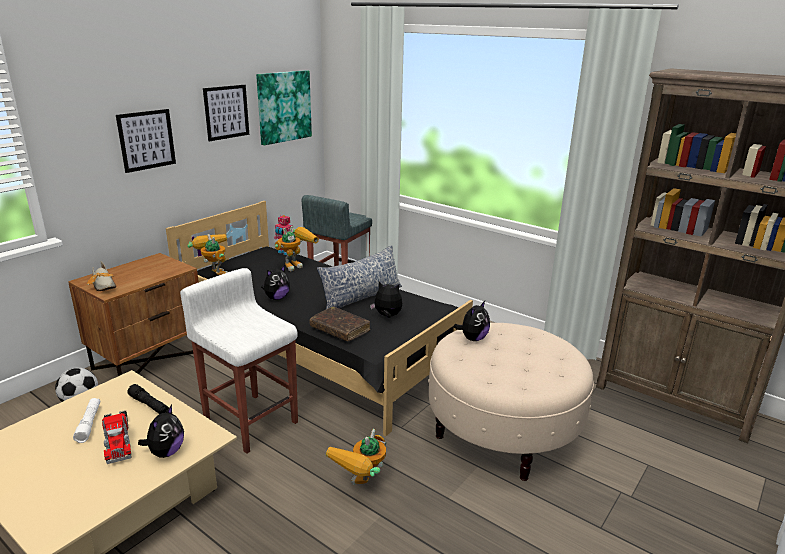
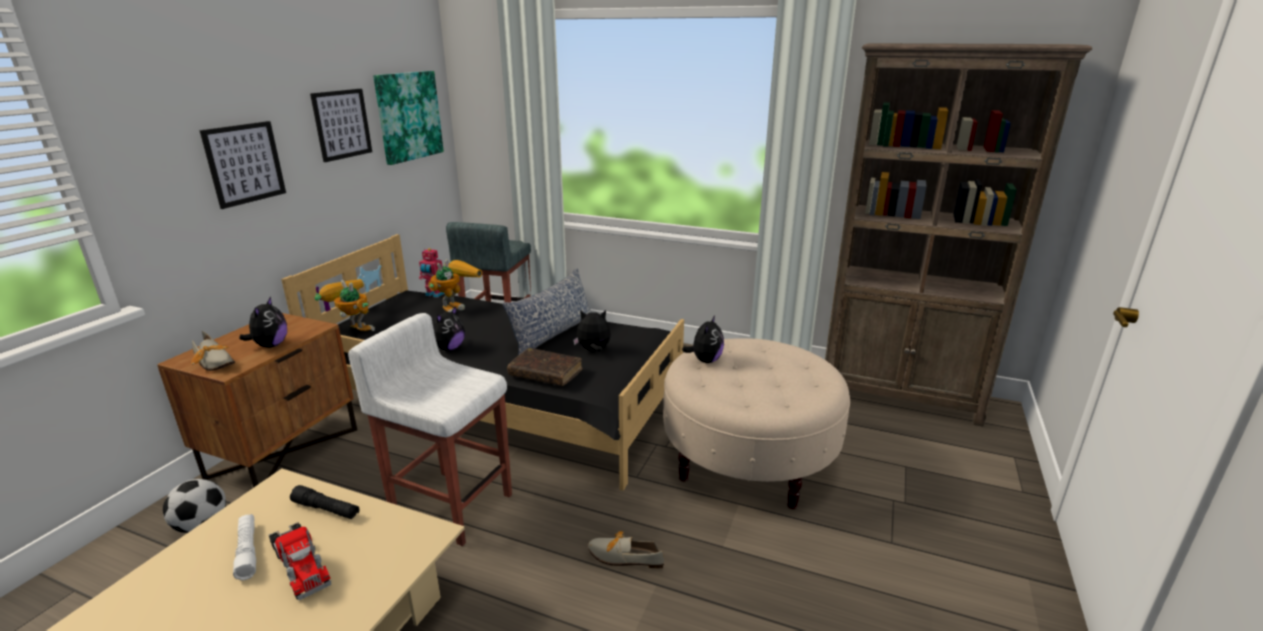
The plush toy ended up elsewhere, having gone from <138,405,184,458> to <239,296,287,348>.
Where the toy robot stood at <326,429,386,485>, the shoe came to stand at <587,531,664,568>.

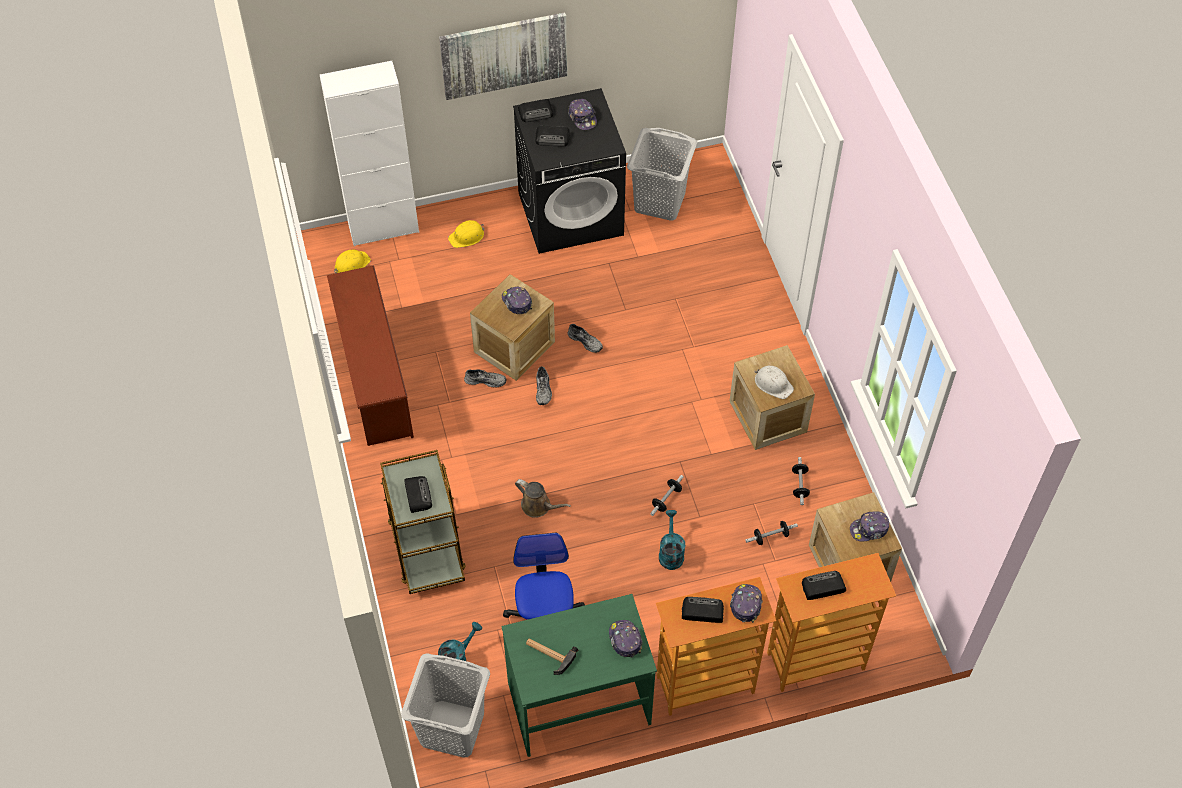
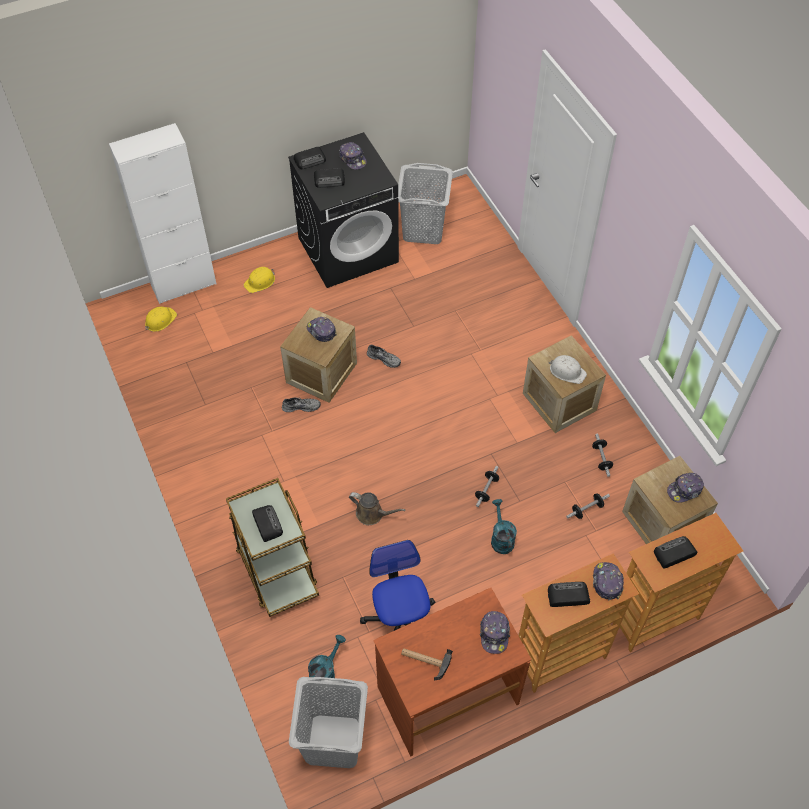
The second view lost the picture at <439,12,567,100>.
The second view lost the shoe rack/brown at <327,265,414,446>.
The second view lost the shoe/grey at <536,366,552,405>.
What was the desk/green at <501,594,657,757> turned into the desk/brown at <373,588,532,756>.
The cap at <609,620,643,658> ended up facing another way, 150 degrees counterclockwise from before.

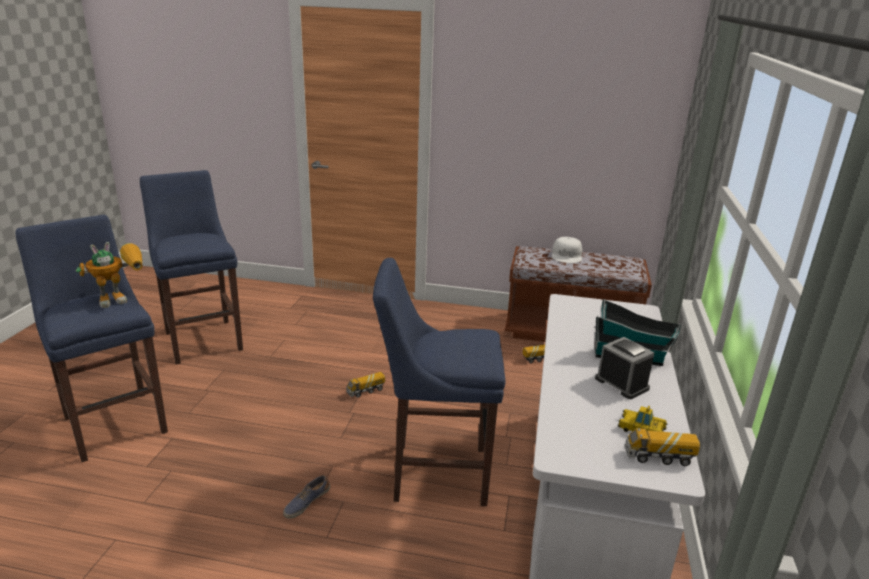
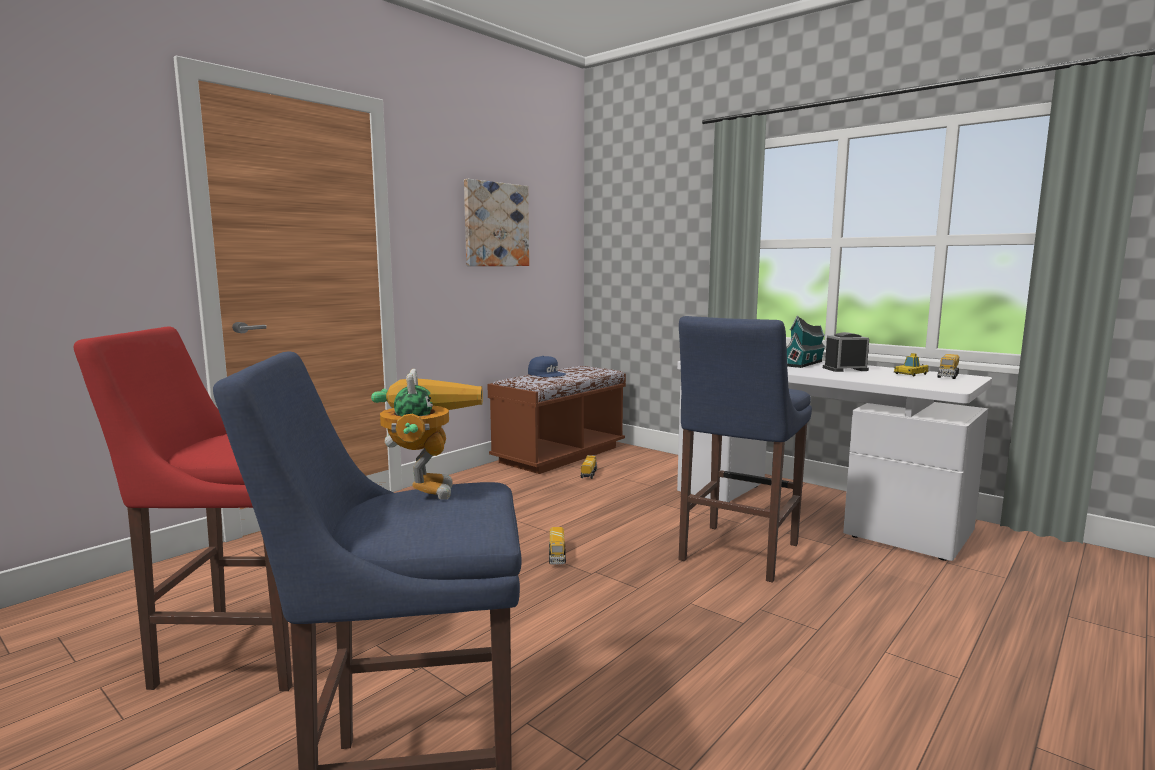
What was the stool/blue at <140,170,243,365> turned into the stool/red at <73,327,336,691>.
What was the cap/white at <552,237,582,263> turned into the cap/blue at <528,356,566,377>.
The second view lost the shoe at <283,475,330,519>.
The second view gained the picture at <464,179,529,266>.

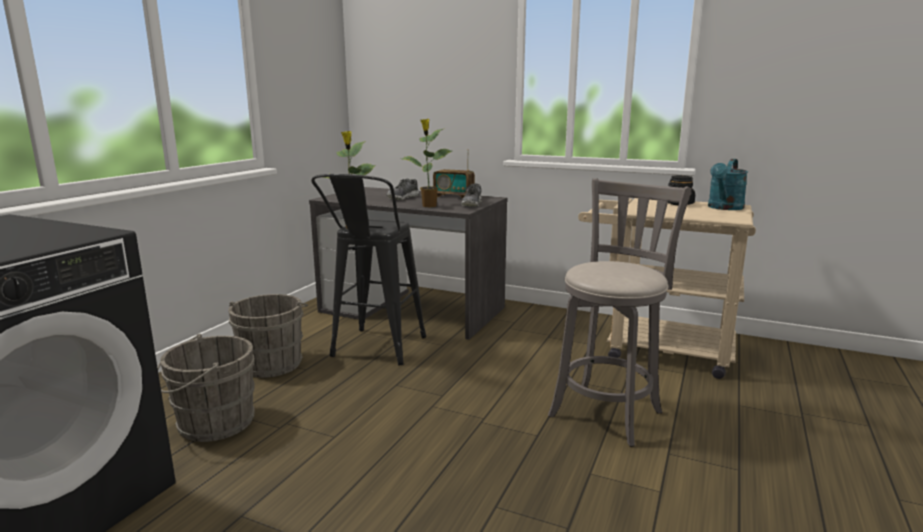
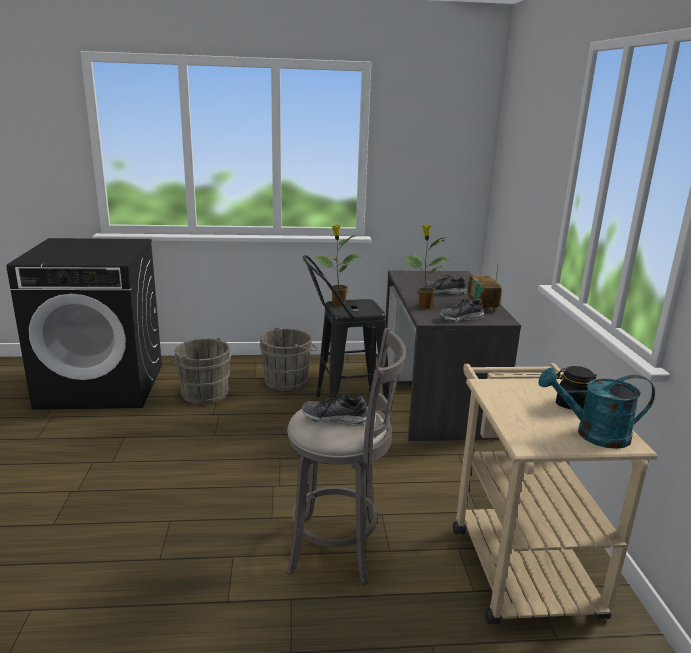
The second view gained the shoe at <302,394,367,425>.

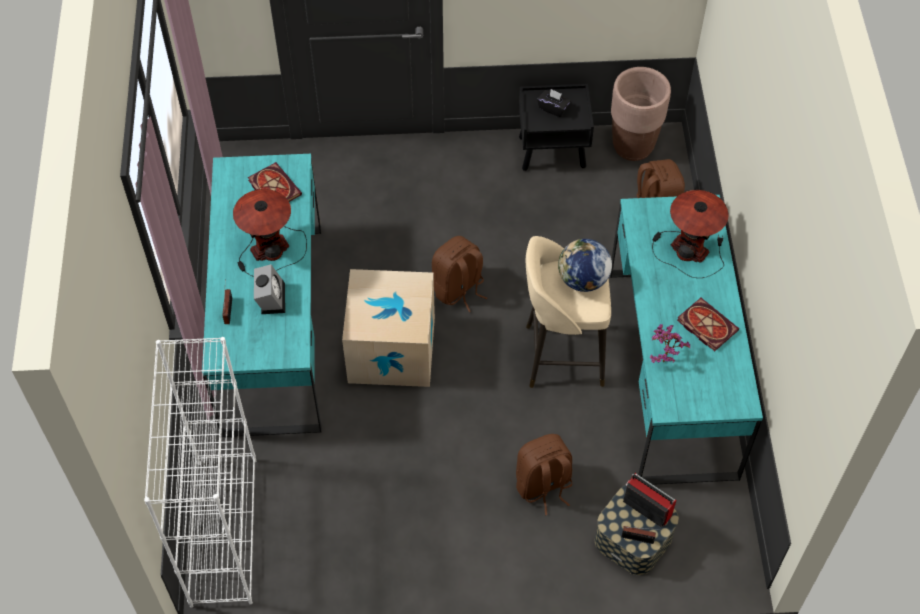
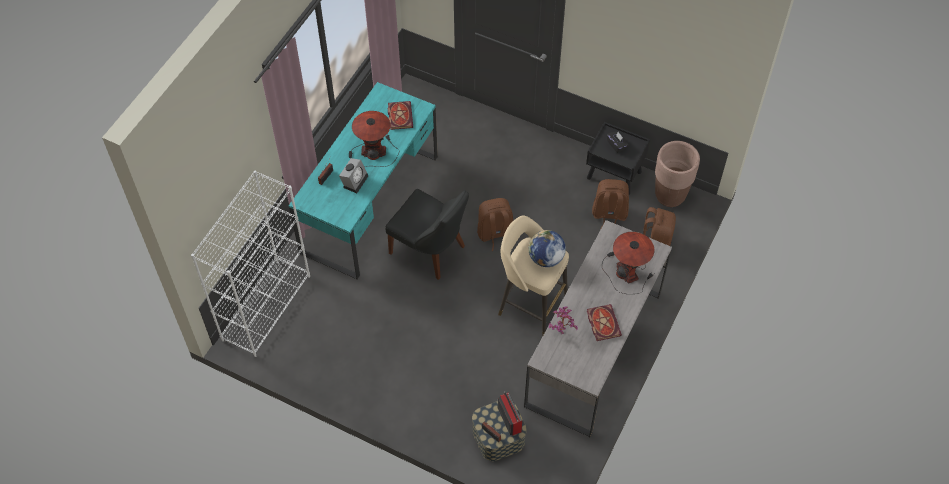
What was the desk/turquoise at <610,195,763,485> turned into the desk/grey at <524,220,672,437>.
Where the cardboard box stood at <342,269,435,387>, the chair/black came to stand at <386,189,469,280>.
The backpack/brown ended up elsewhere, having gone from <516,434,572,516> to <592,179,629,230>.

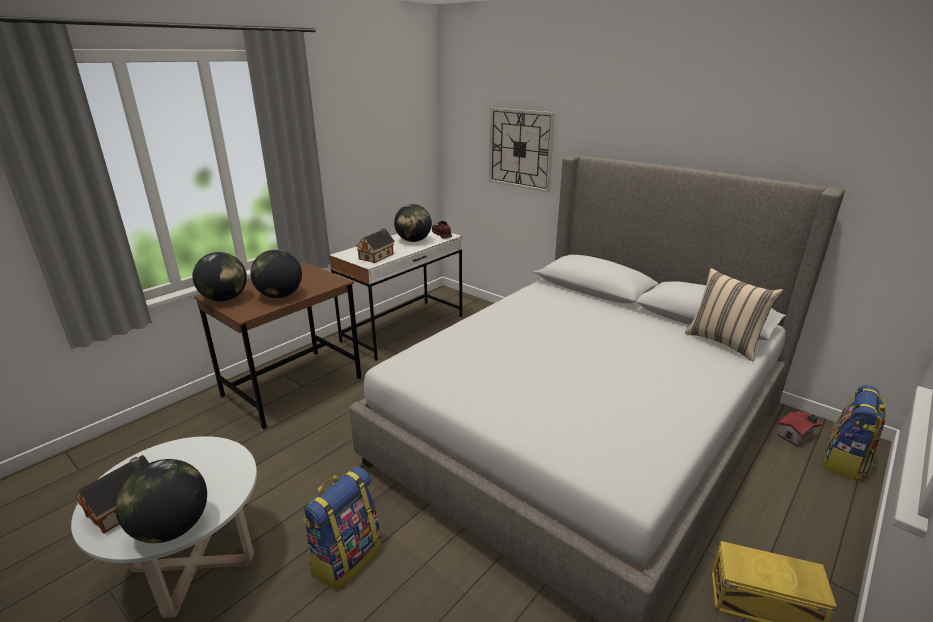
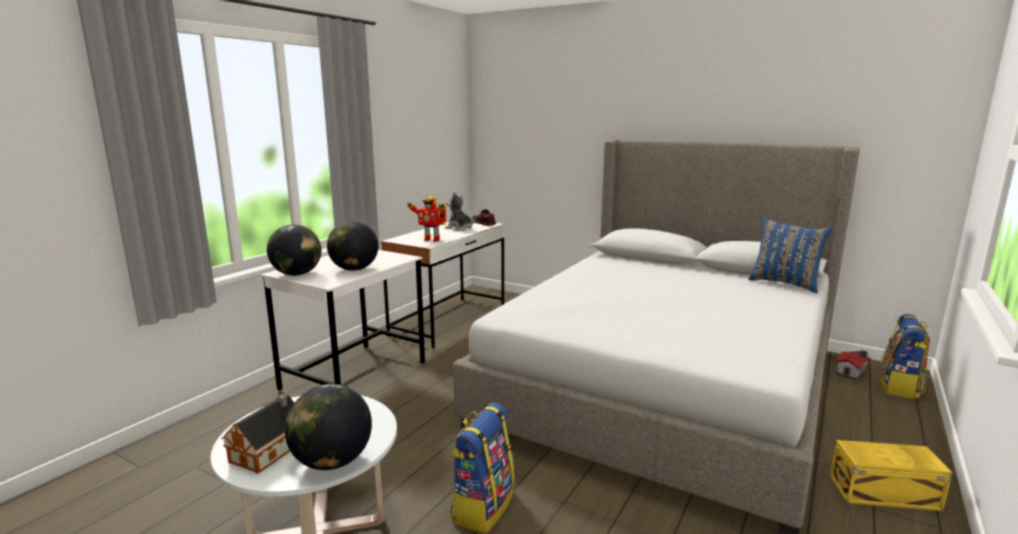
The second view lost the wall clock at <489,108,555,192>.
Where the globe stood at <394,204,432,242>, the plush toy came to stand at <445,192,476,231>.
Where the toy house stood at <356,228,395,263>, the toy robot came to stand at <407,197,447,242>.
What was the desk/brown at <194,262,361,430> turned into the desk/white at <260,250,425,390>.
What was the pillow/beige at <685,268,783,361> turned into the pillow/blue at <748,218,833,293>.

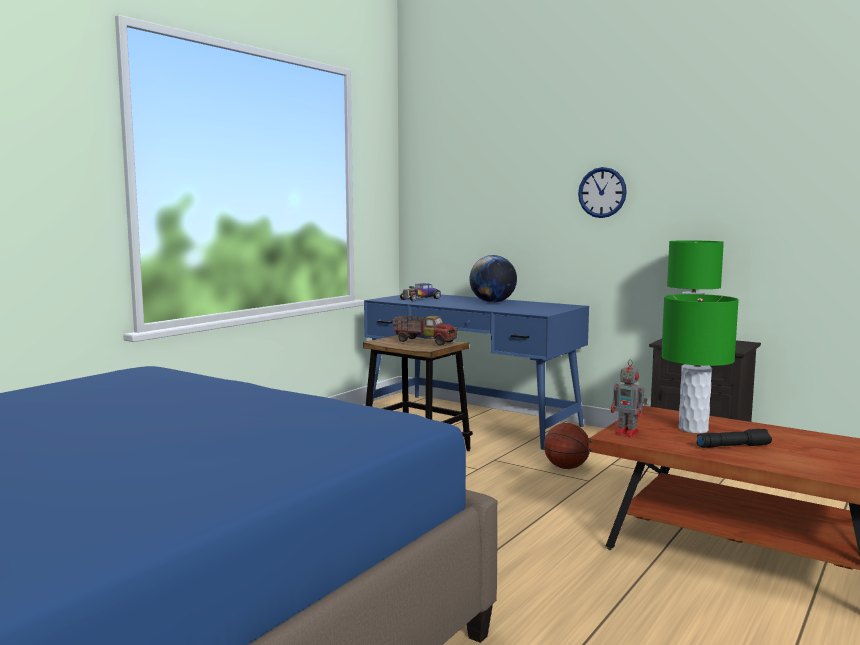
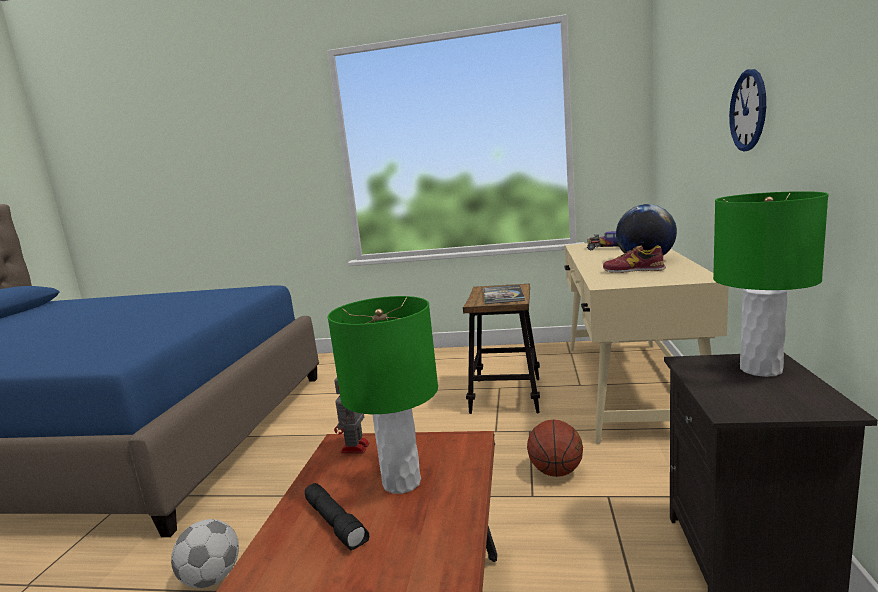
What was the desk/blue at <364,295,589,450> turned into the desk/beige at <564,243,728,444>.
Where the toy truck stood at <392,316,458,346>, the book came to stand at <483,285,525,304>.
The second view gained the shoe at <603,245,666,273>.
The second view gained the football at <171,519,239,588>.

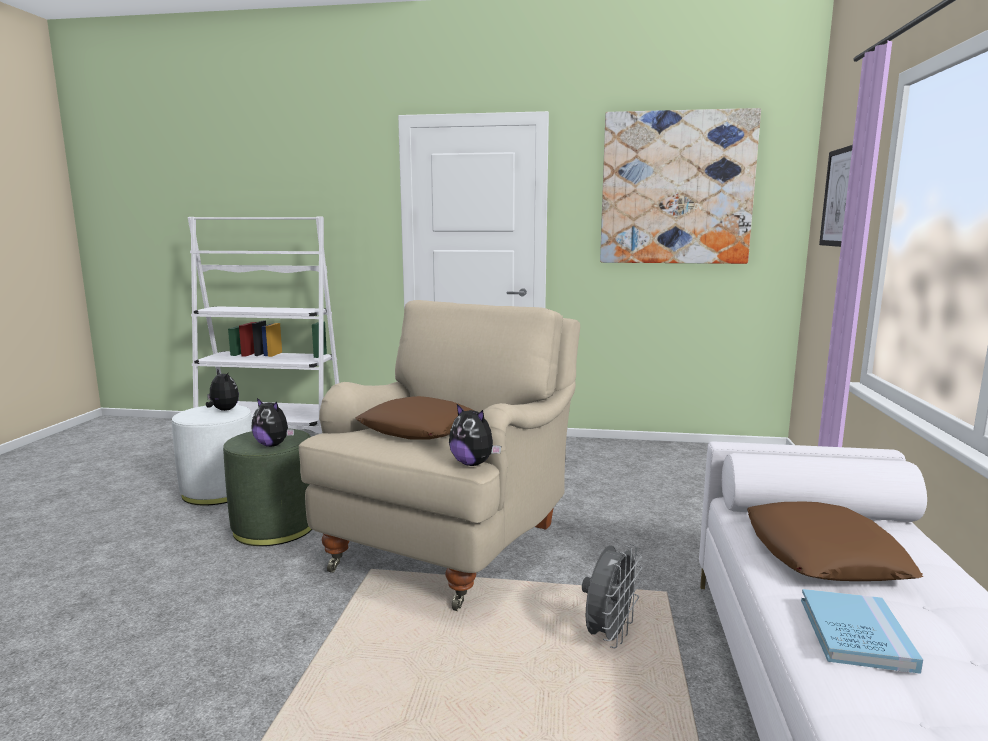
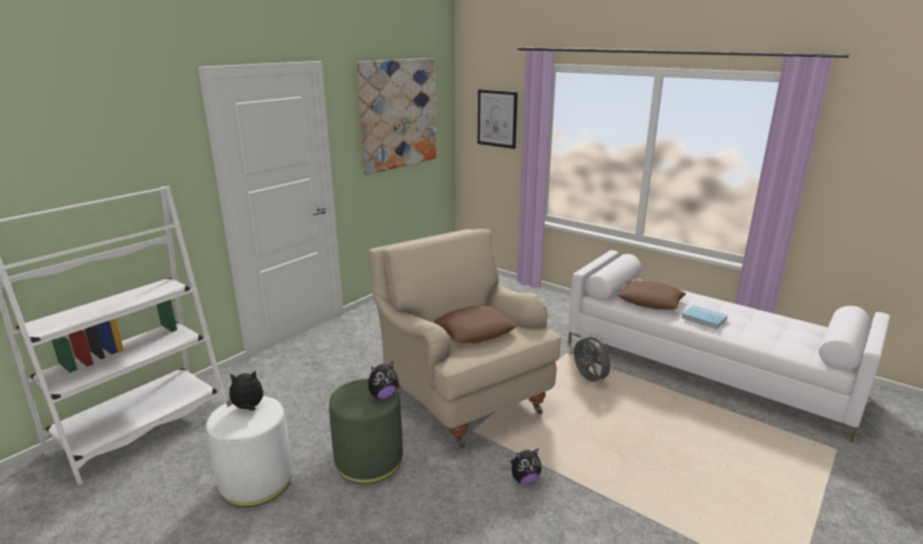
The plush toy ended up elsewhere, having gone from <449,404,501,466> to <511,448,542,484>.

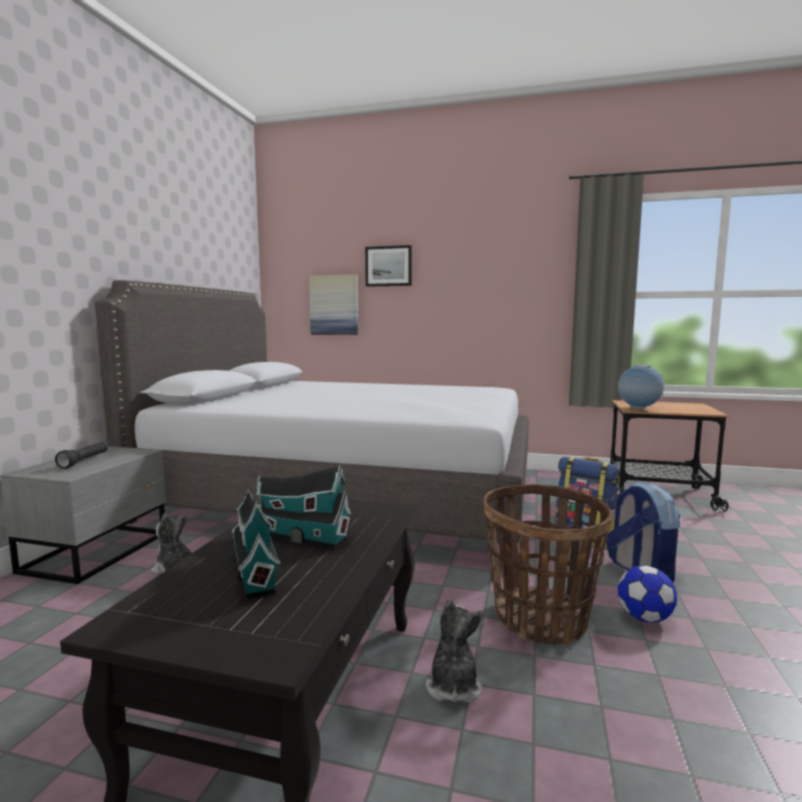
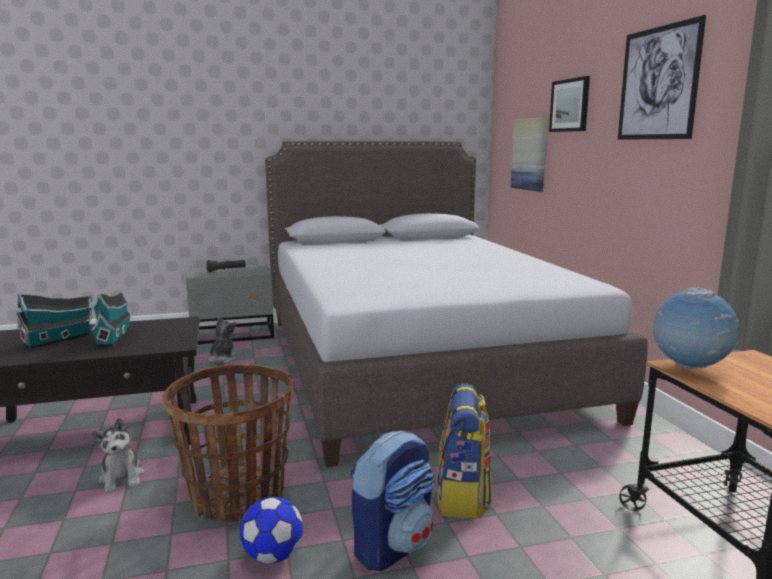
The plush toy at <426,598,484,702> ended up facing another way, 90 degrees clockwise from before.
The second view gained the picture at <618,15,706,140>.

